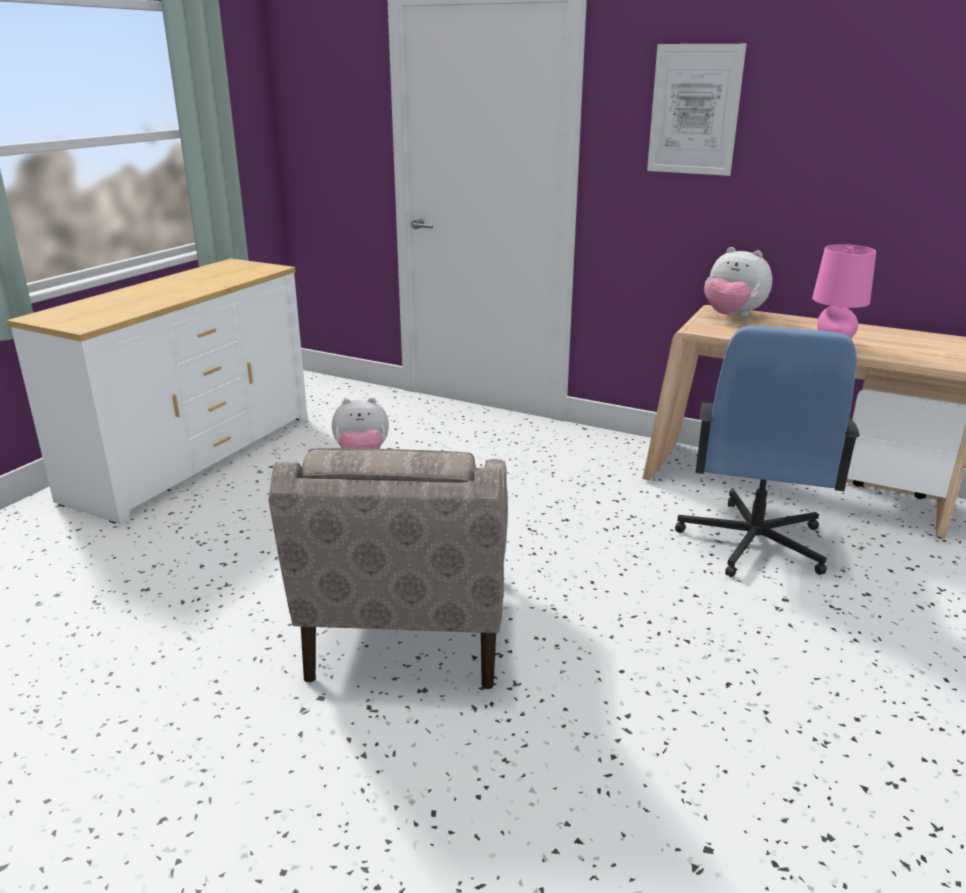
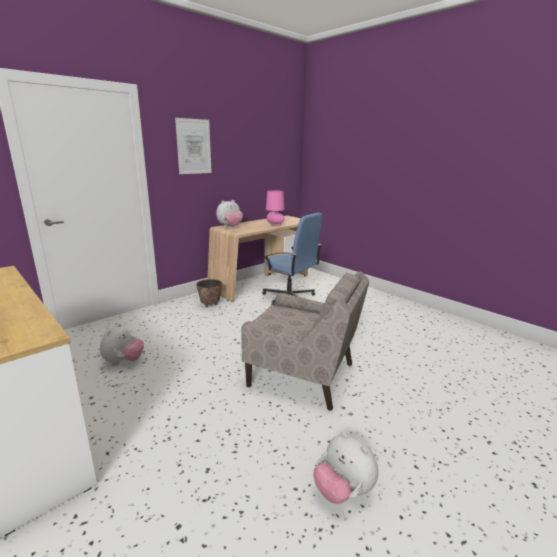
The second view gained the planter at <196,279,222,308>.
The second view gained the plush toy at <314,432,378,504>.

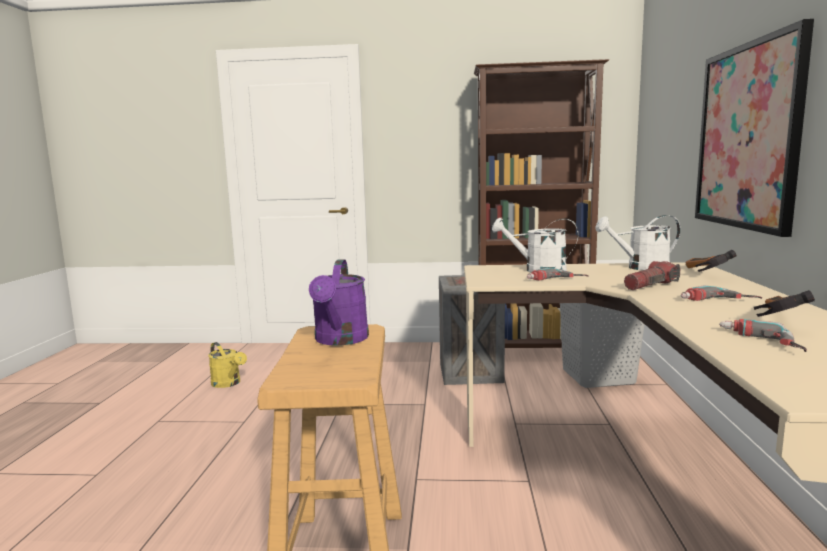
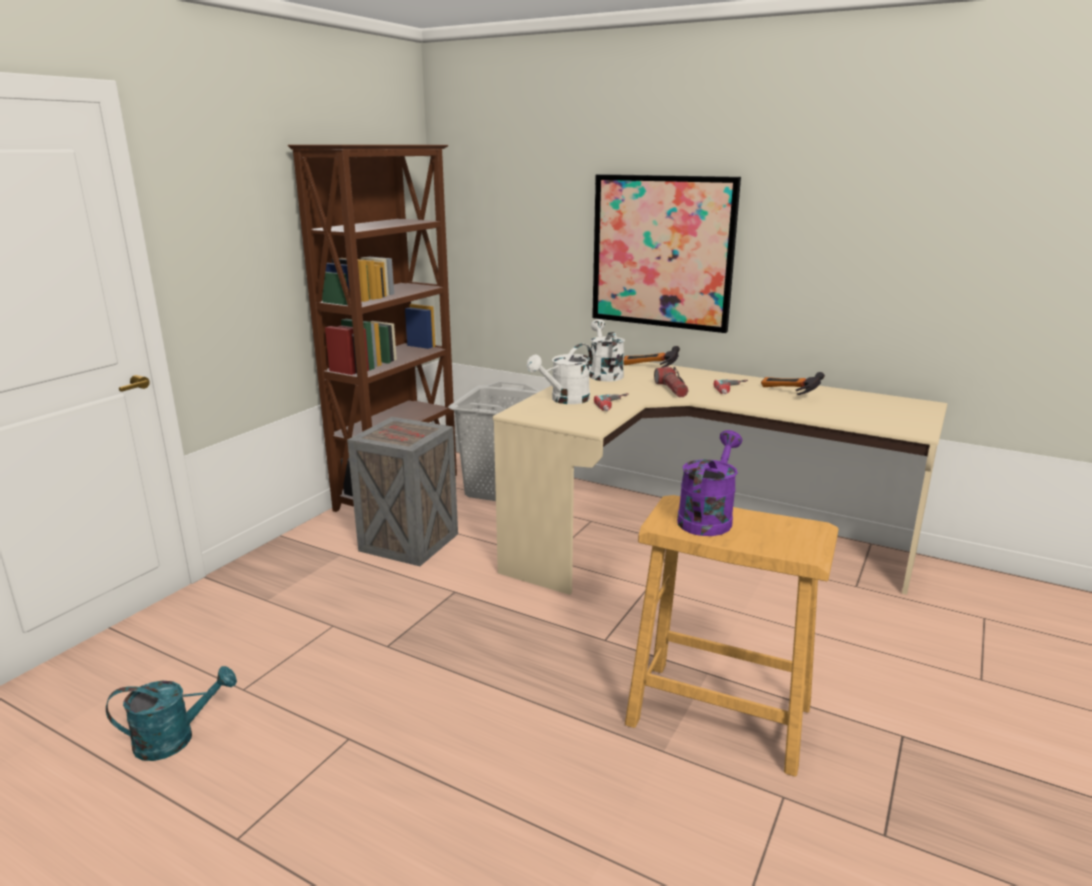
The watering can/white at <595,215,680,270> ended up facing another way, 150 degrees clockwise from before.
The watering can/purple at <309,259,369,346> ended up facing another way, 90 degrees counterclockwise from before.
The second view lost the power drill at <719,319,807,352>.
What was the watering can/yellow at <208,342,247,388> turned into the watering can/turquoise at <106,666,237,761>.

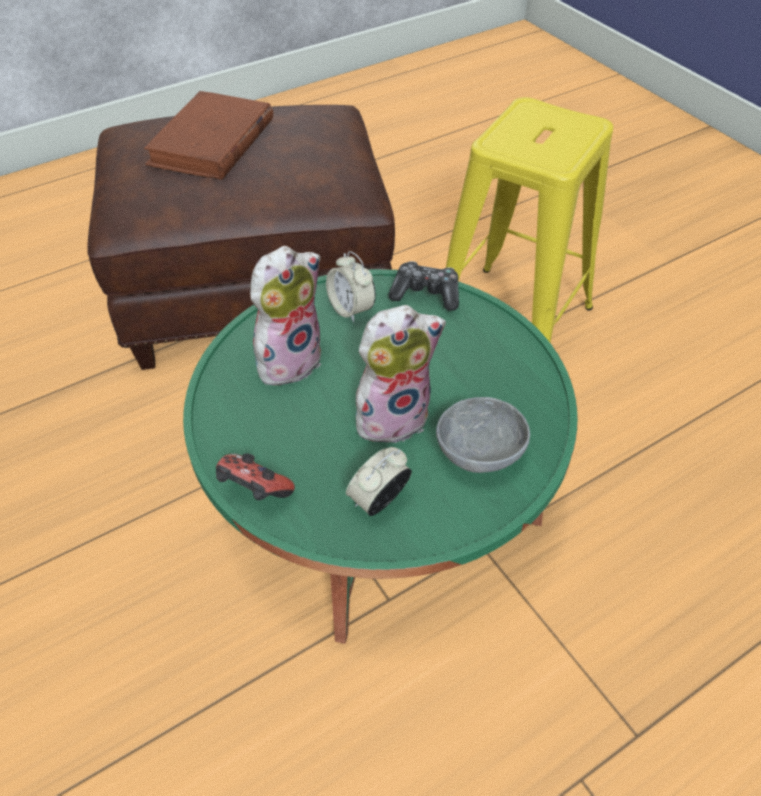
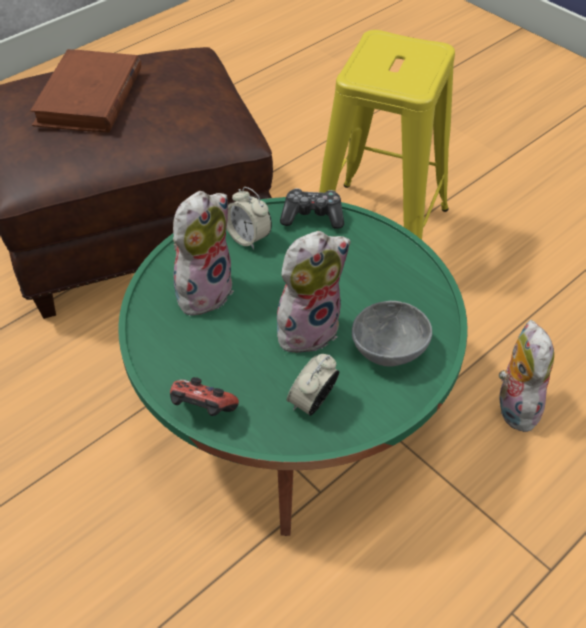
The second view gained the plush toy at <499,320,554,432>.

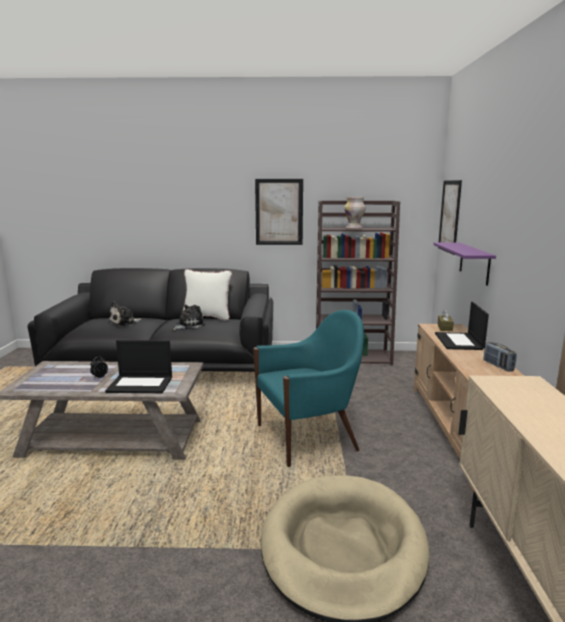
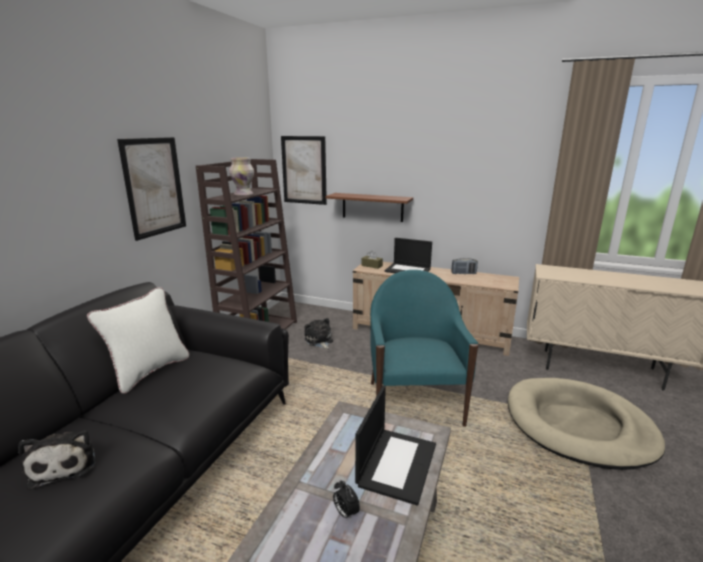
What was the shelf/purple at <433,242,496,285> turned into the shelf/brown at <325,193,413,222>.
The plush toy ended up elsewhere, having gone from <172,305,205,330> to <304,318,333,349>.

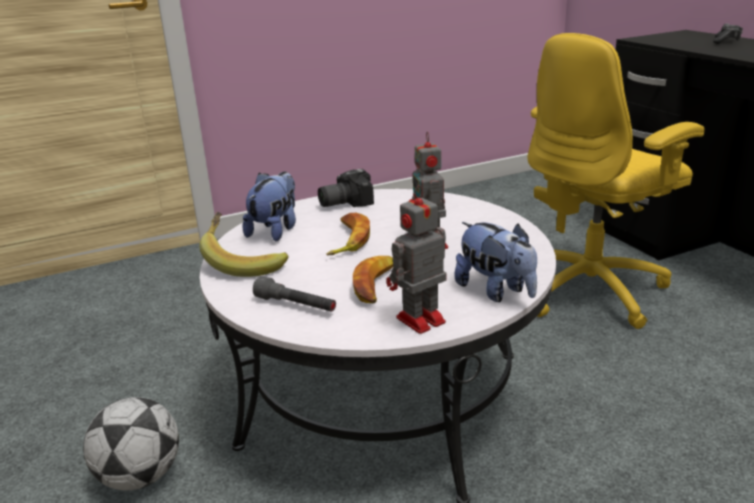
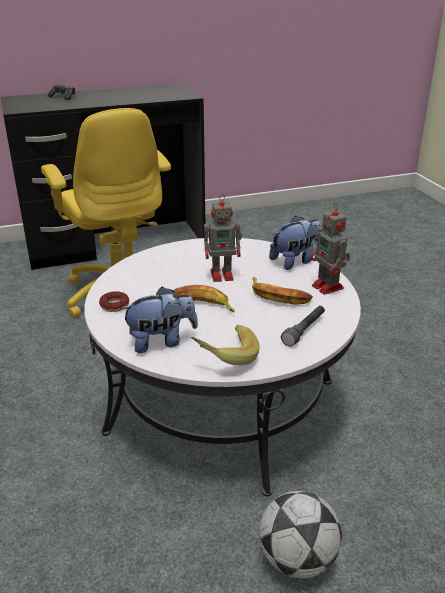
Where the photo camera stood at <318,169,374,207>, the donut came to stand at <99,291,129,312>.
The plush toy at <243,172,296,241> ended up facing another way, 135 degrees clockwise from before.

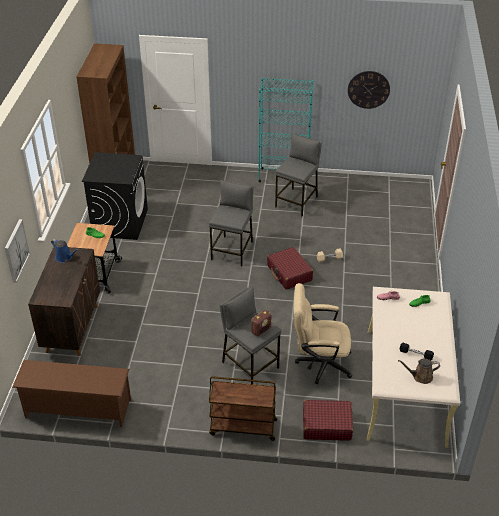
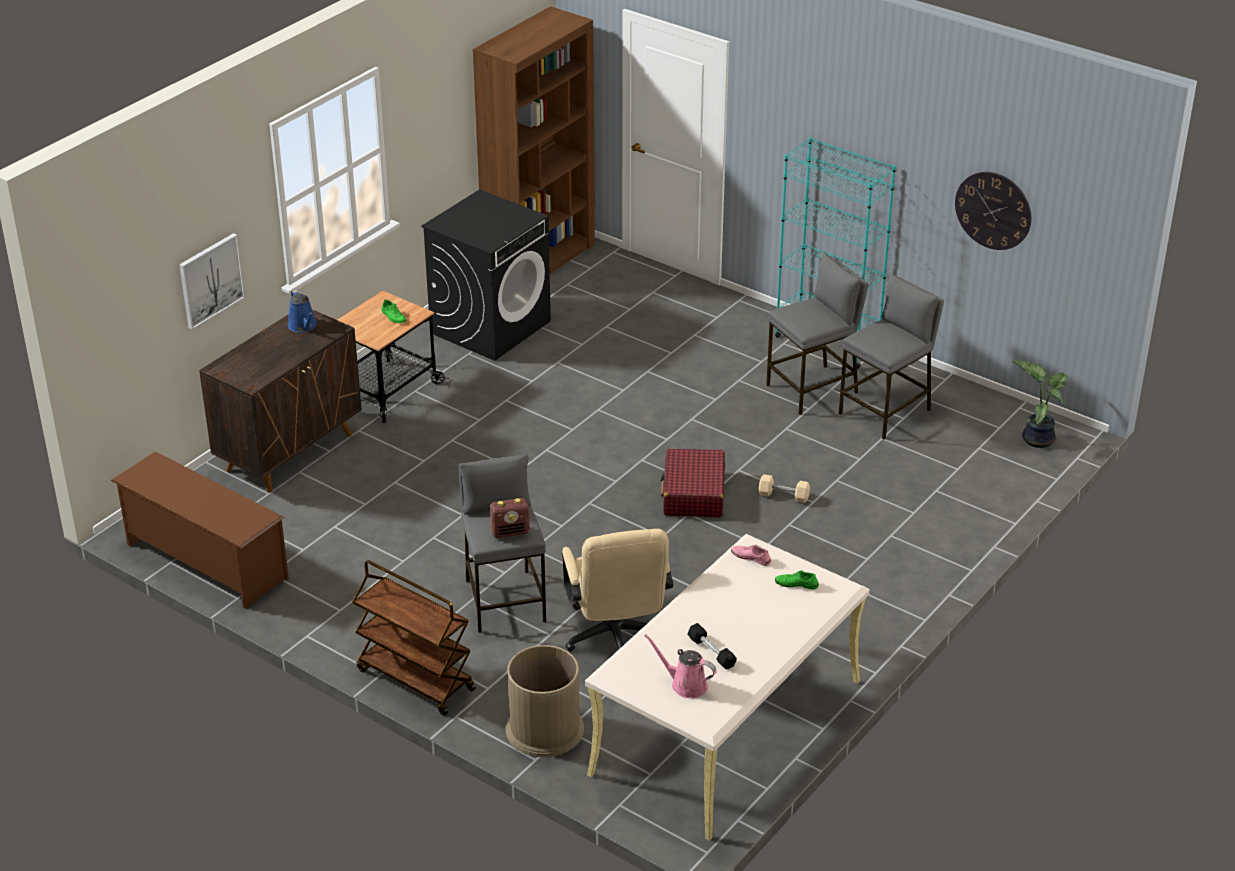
The stool/grey ended up elsewhere, having gone from <209,180,254,267> to <839,273,944,440>.
The office chair/beige at <294,283,352,384> ended up facing another way, 135 degrees counterclockwise from before.
What was the watering can/brown at <398,358,440,384> turned into the watering can/pink at <645,634,717,698>.
Where the suitcase/red stood at <303,400,353,441>, the trash can/brown came to stand at <506,645,584,757>.
The second view gained the potted plant at <1012,360,1068,448>.

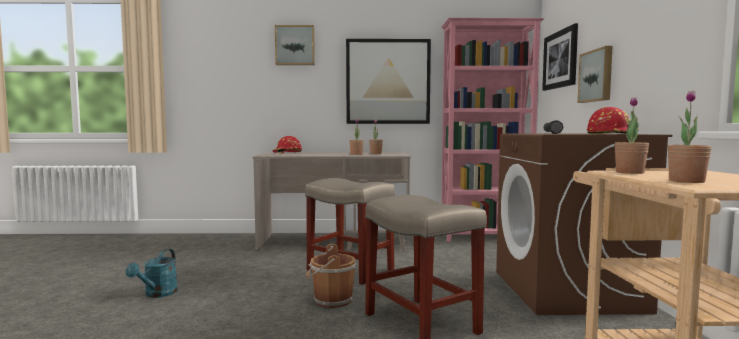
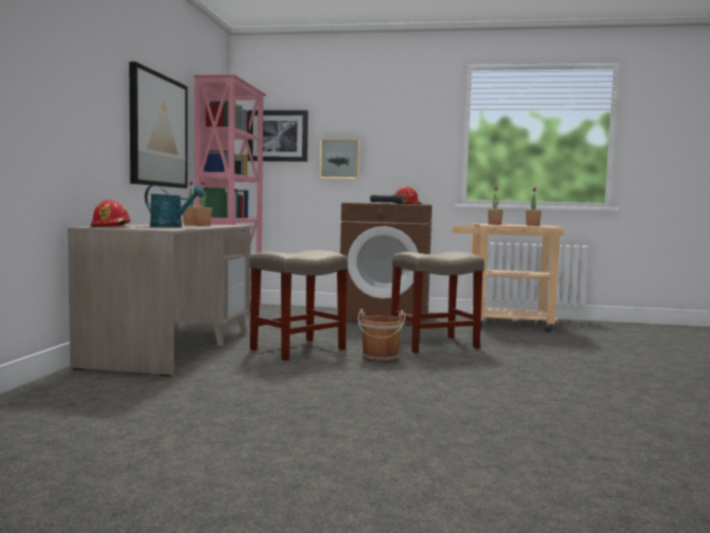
The second view lost the picture at <275,25,315,65>.
The watering can/turquoise ended up elsewhere, having gone from <125,249,178,298> to <145,185,205,227>.

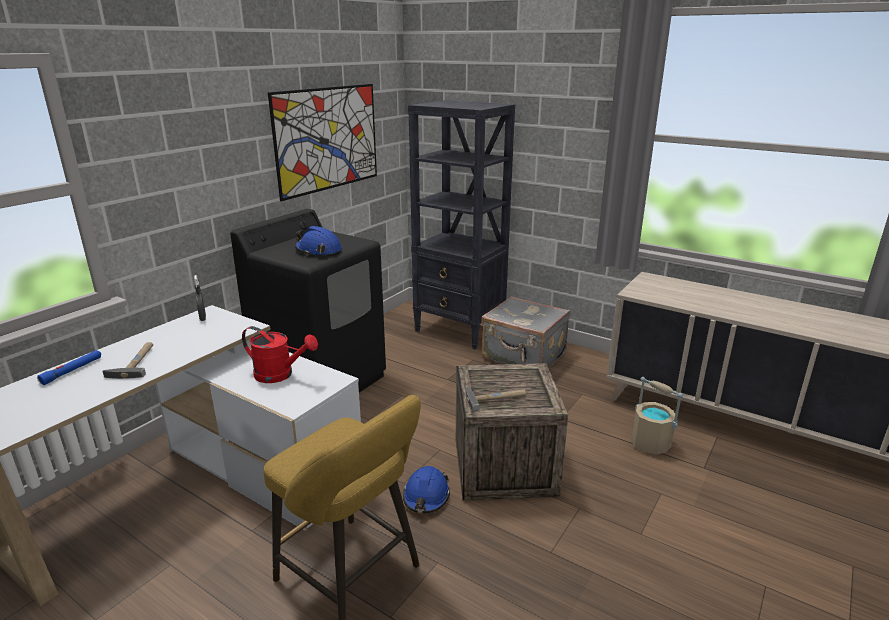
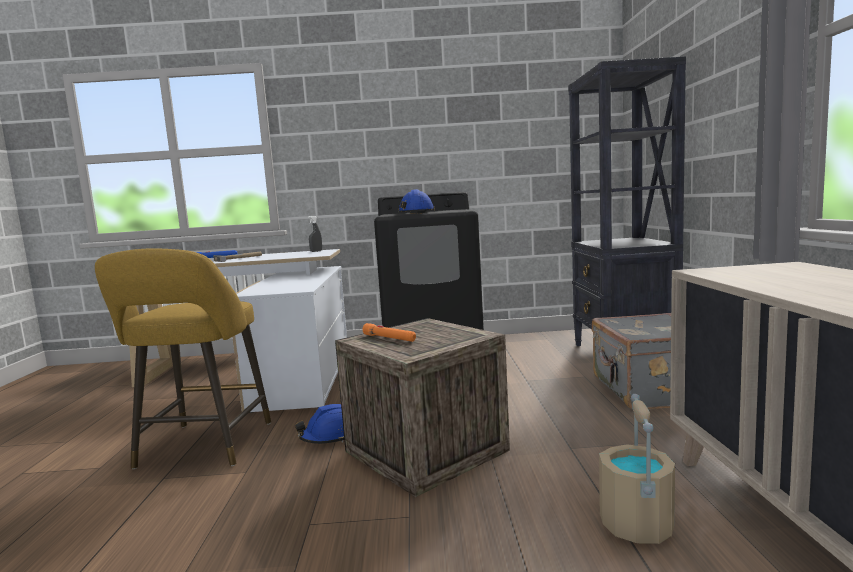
The second view lost the picture at <268,84,377,201>.
The second view lost the watering can/red at <242,326,318,383>.
Where the hammer stood at <466,386,526,411>, the flashlight/orange came to stand at <363,323,416,342>.

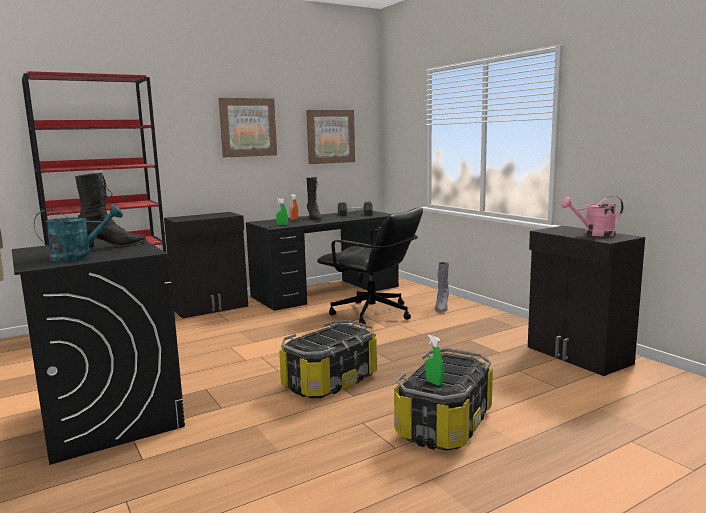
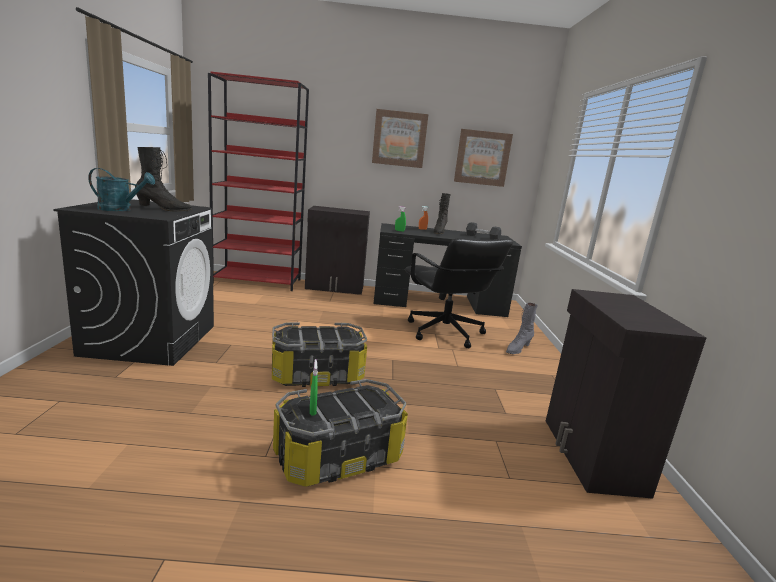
The second view lost the watering can/pink at <561,196,623,236>.

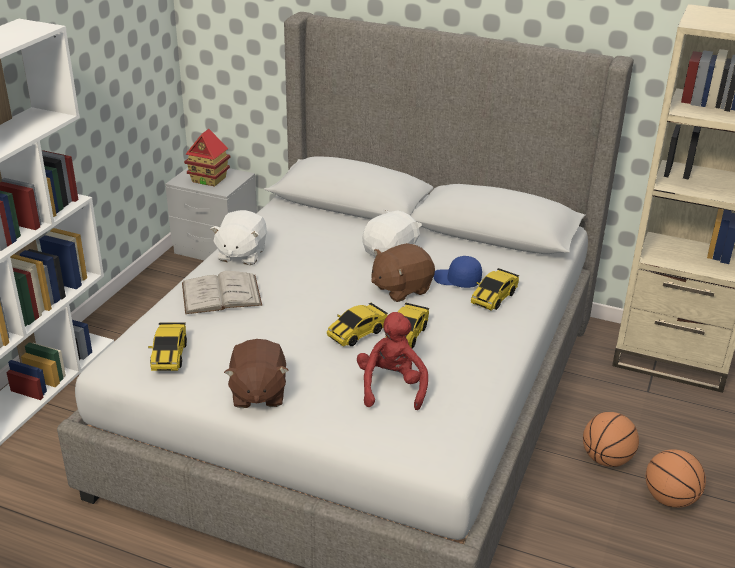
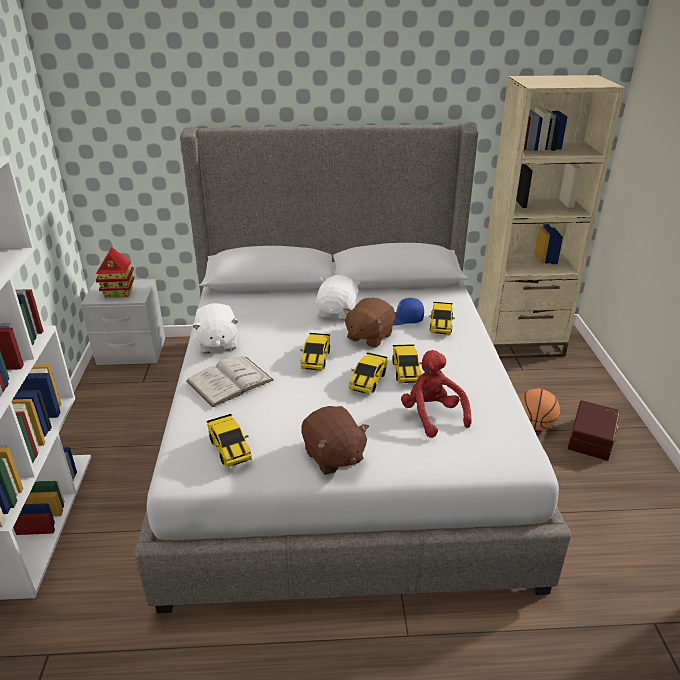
Where the basketball stood at <646,449,706,508>, the storage box/brown came to stand at <568,400,620,461>.
The second view gained the toy car at <300,333,330,371>.

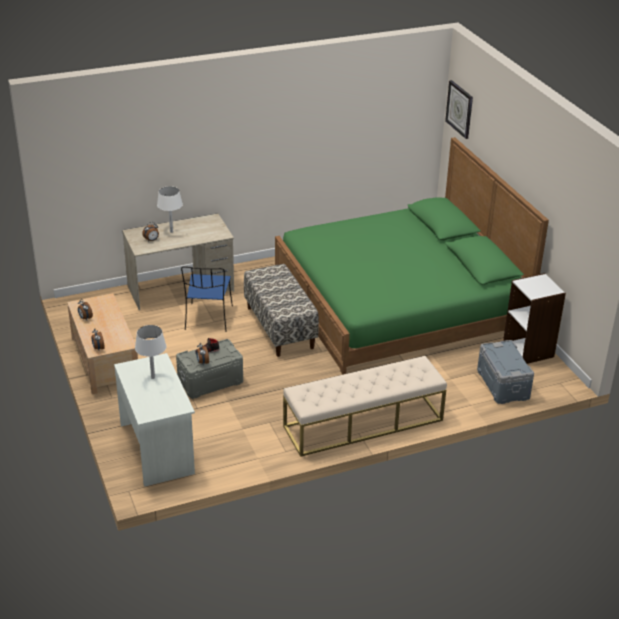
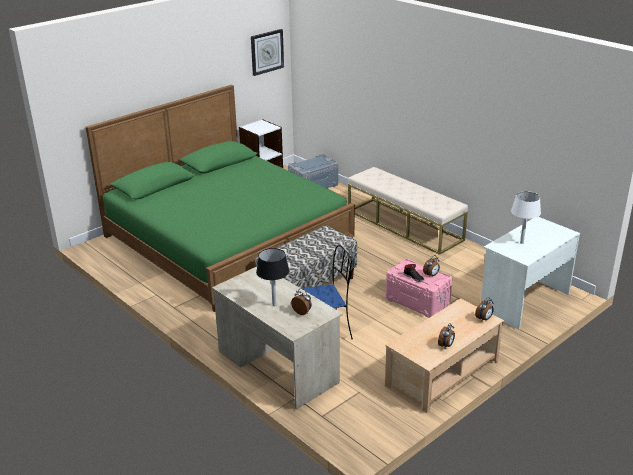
The wall clock ended up elsewhere, having gone from <445,80,473,139> to <251,29,284,76>.
What was the table lamp/white at <157,186,183,233> turned into the table lamp/black at <256,248,289,306>.
What was the storage box/grey at <176,339,243,399> turned into the storage box/pink at <386,259,452,318>.

